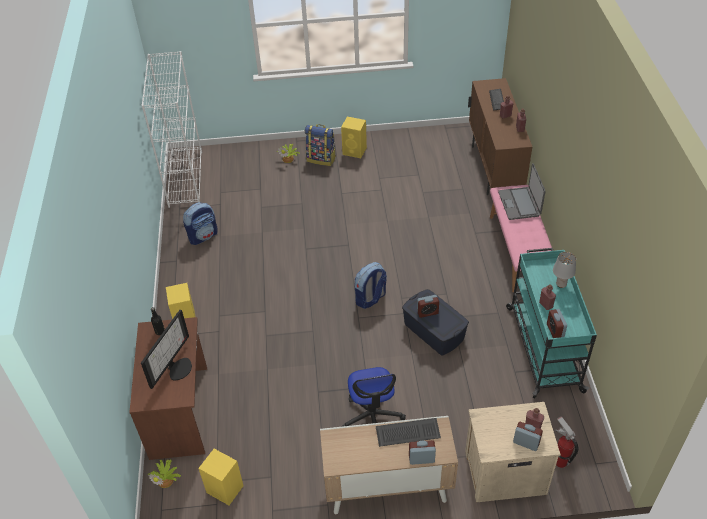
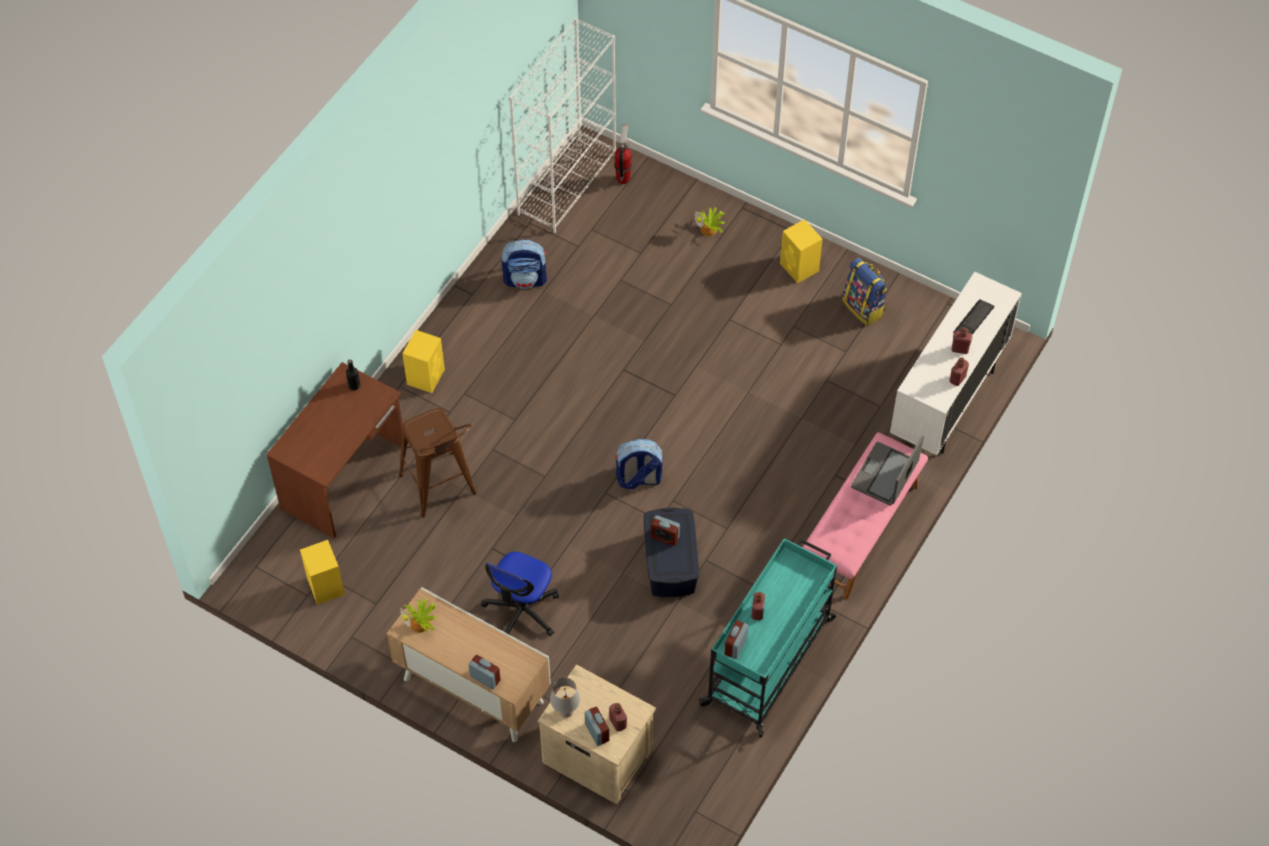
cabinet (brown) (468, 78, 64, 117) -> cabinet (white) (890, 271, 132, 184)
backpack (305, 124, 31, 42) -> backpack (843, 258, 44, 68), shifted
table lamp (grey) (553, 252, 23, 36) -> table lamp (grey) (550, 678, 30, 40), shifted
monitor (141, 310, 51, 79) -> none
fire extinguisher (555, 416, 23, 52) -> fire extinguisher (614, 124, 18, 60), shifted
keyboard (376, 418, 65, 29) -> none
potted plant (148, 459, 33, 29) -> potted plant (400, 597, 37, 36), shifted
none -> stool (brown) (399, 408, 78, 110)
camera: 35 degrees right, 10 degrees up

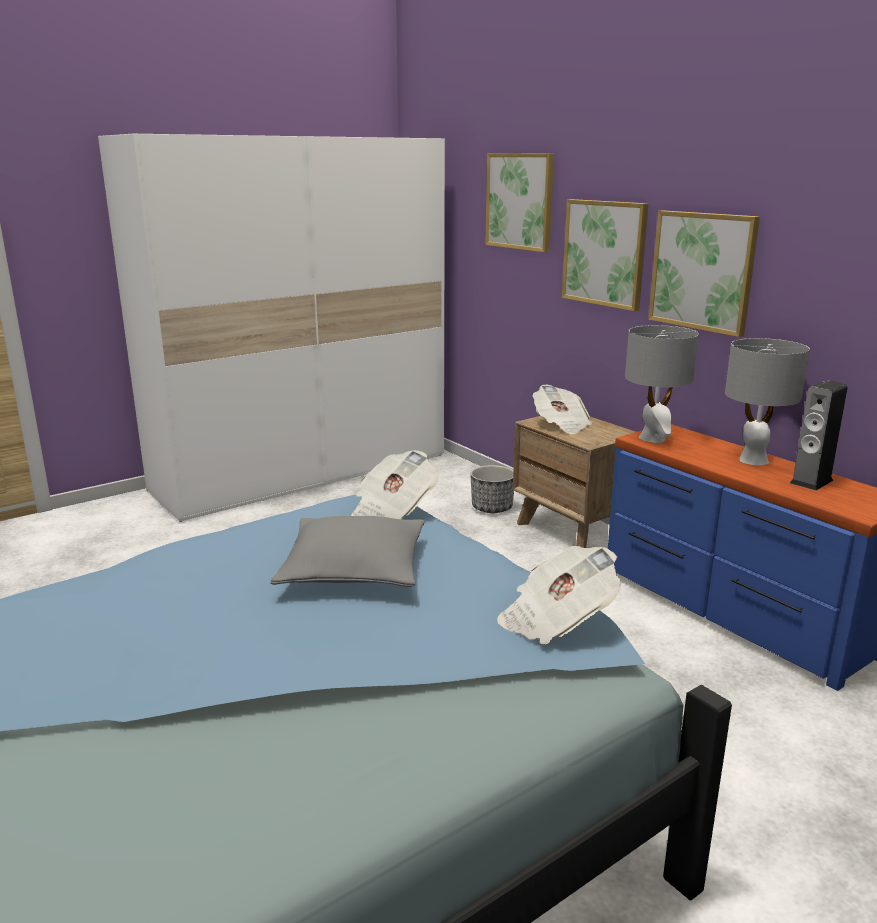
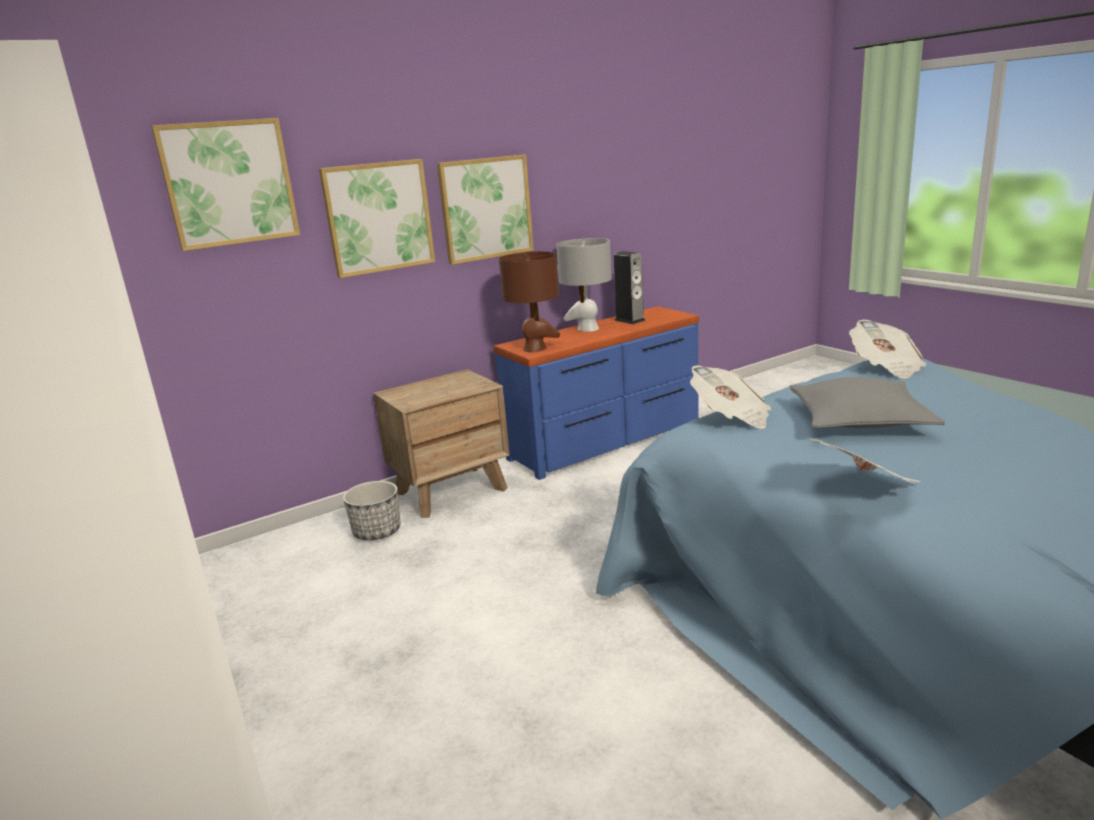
table lamp (grey) (625, 325, 74, 118) -> table lamp (brown) (499, 251, 61, 102)
newspaper (533, 385, 59, 50) -> newspaper (810, 439, 110, 45), shifted
camera: 85 degrees left, 0 degrees up

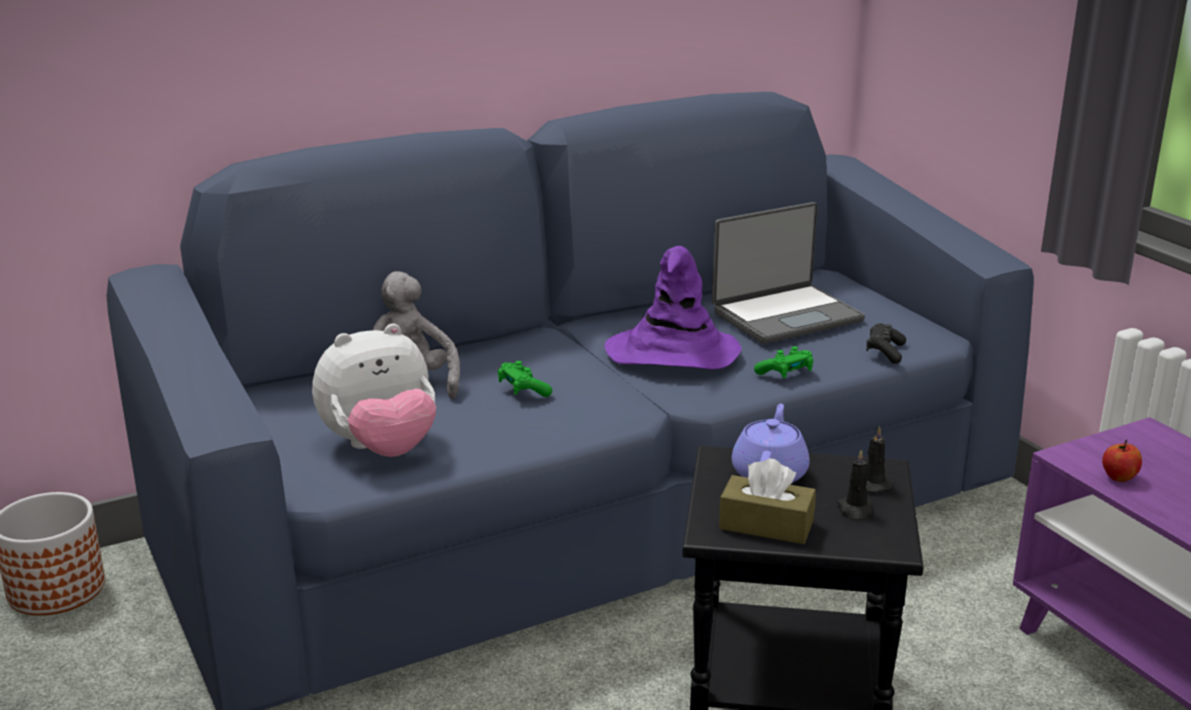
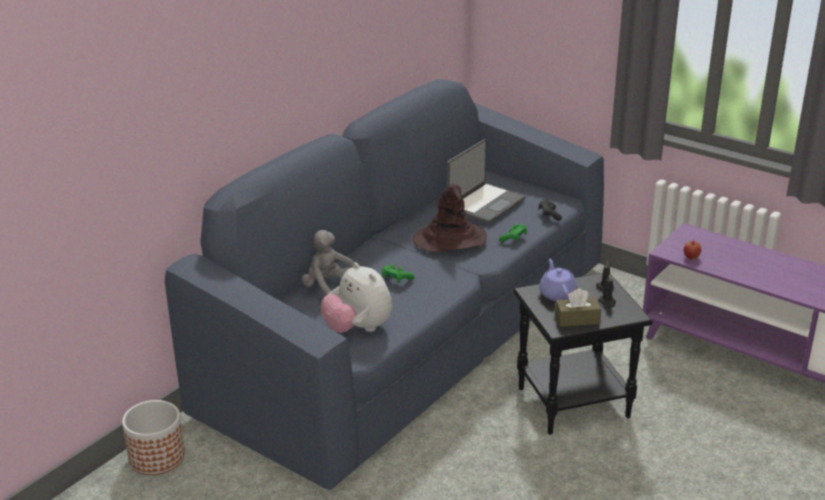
hat (purple) (604, 246, 138, 124) -> hat (brown) (413, 184, 74, 69)
plush toy (312, 324, 124, 133) -> plush toy (321, 262, 71, 71), 105 degrees clockwise
camera: 25 degrees left, 5 degrees up

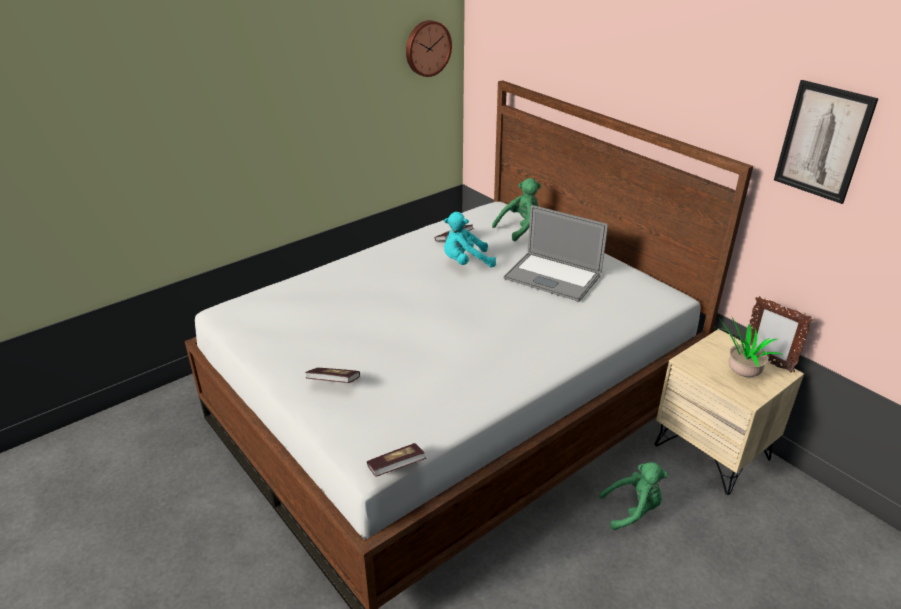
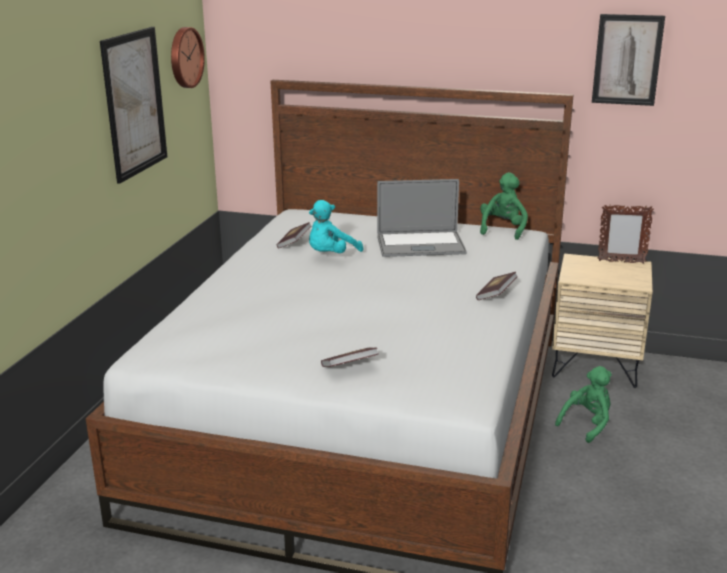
plush toy (green) (492, 178, 49, 63) -> plush toy (green) (480, 172, 48, 68), shifted
potted plant (717, 317, 65, 60) -> none
book (367, 443, 59, 34) -> book (476, 272, 42, 28), shifted
none -> picture (100, 27, 67, 157)
camera: 35 degrees left, 10 degrees down

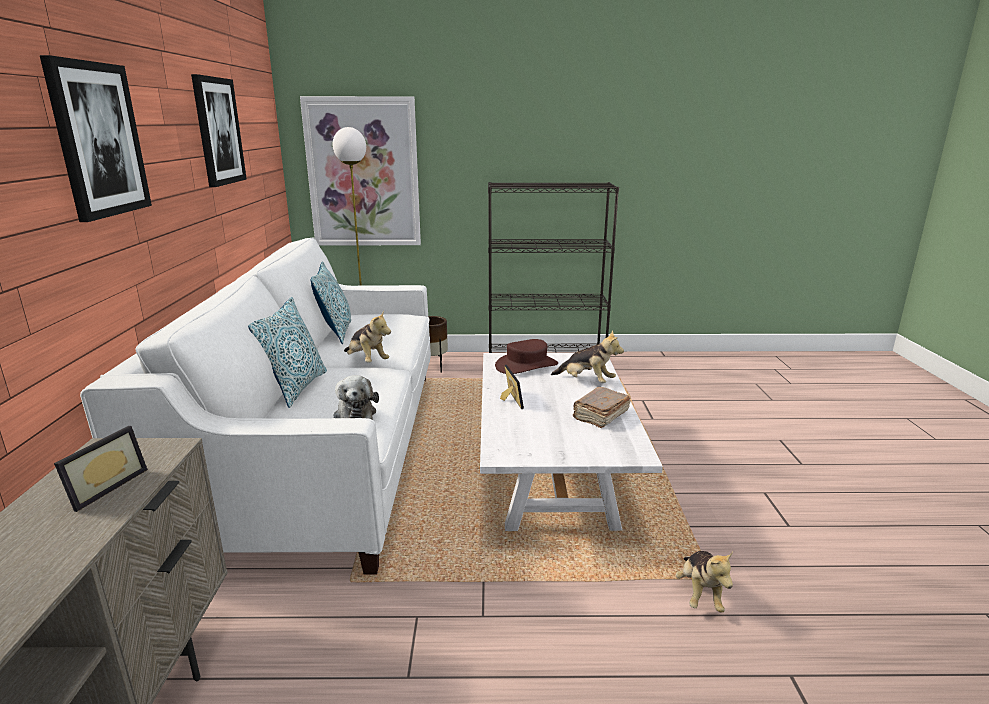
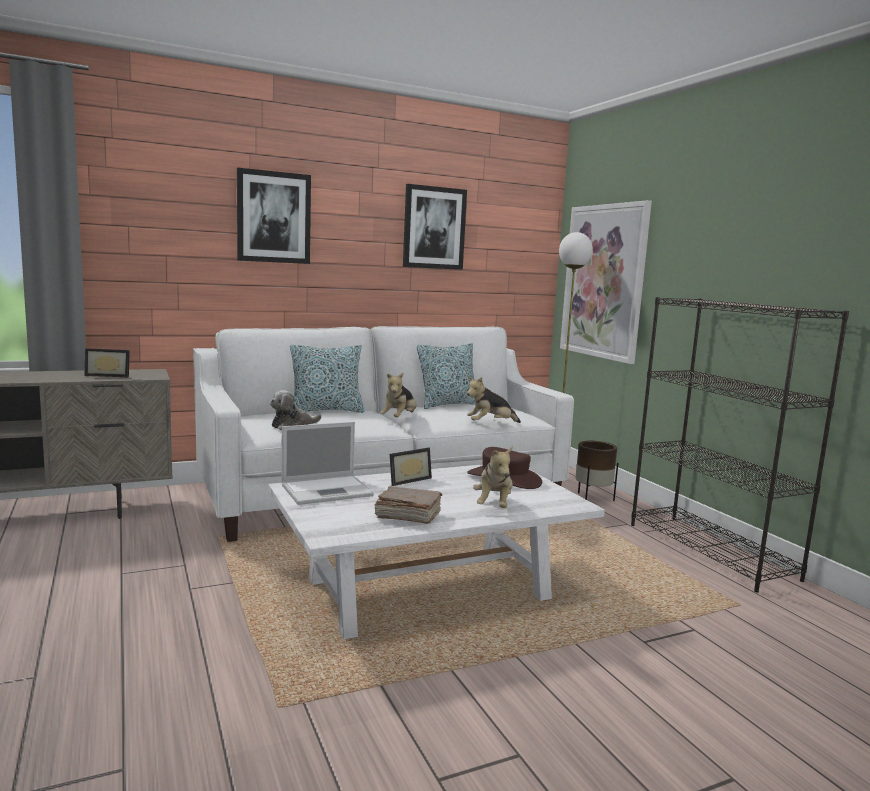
plush toy (676, 551, 57, 62) -> plush toy (467, 377, 54, 46), shifted
none -> laptop (281, 422, 93, 83)
camera: 65 degrees right, 10 degrees down

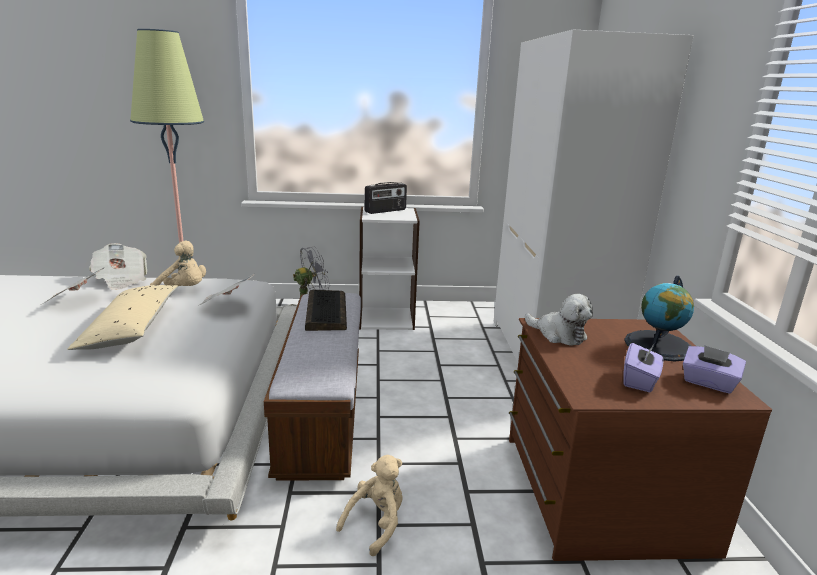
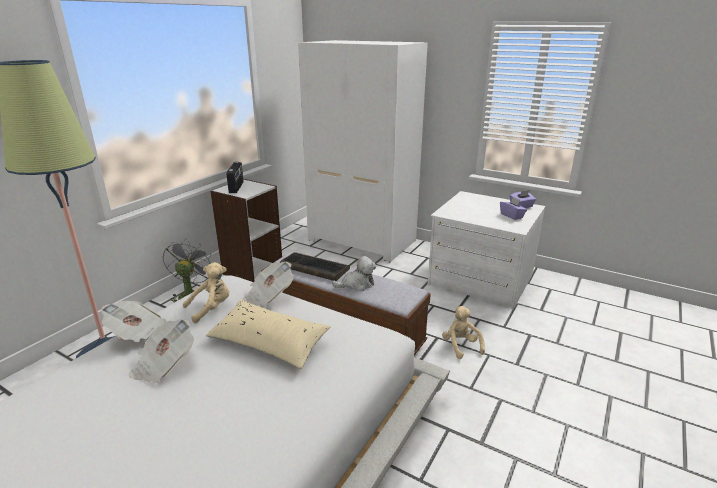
globe (624, 276, 70, 86) -> none
plush toy (525, 294, 68, 52) -> plush toy (332, 256, 44, 35), shifted
dresser (brown) (509, 318, 263, 243) -> dresser (white) (428, 191, 117, 118)
camera: 55 degrees left, 5 degrees up

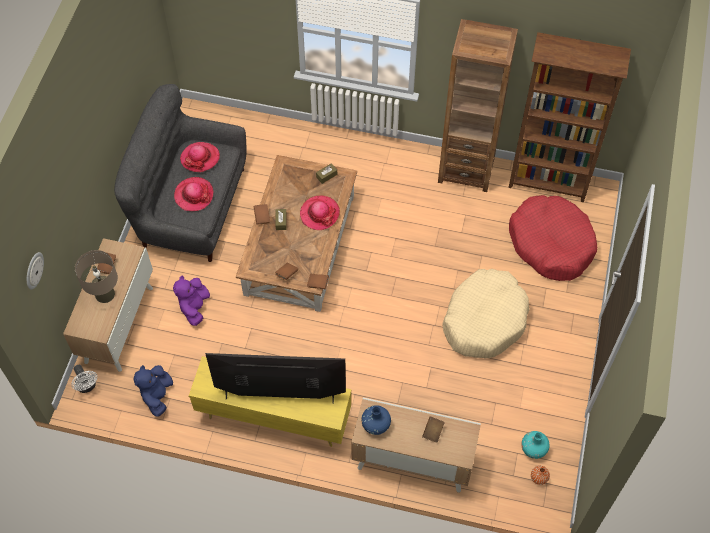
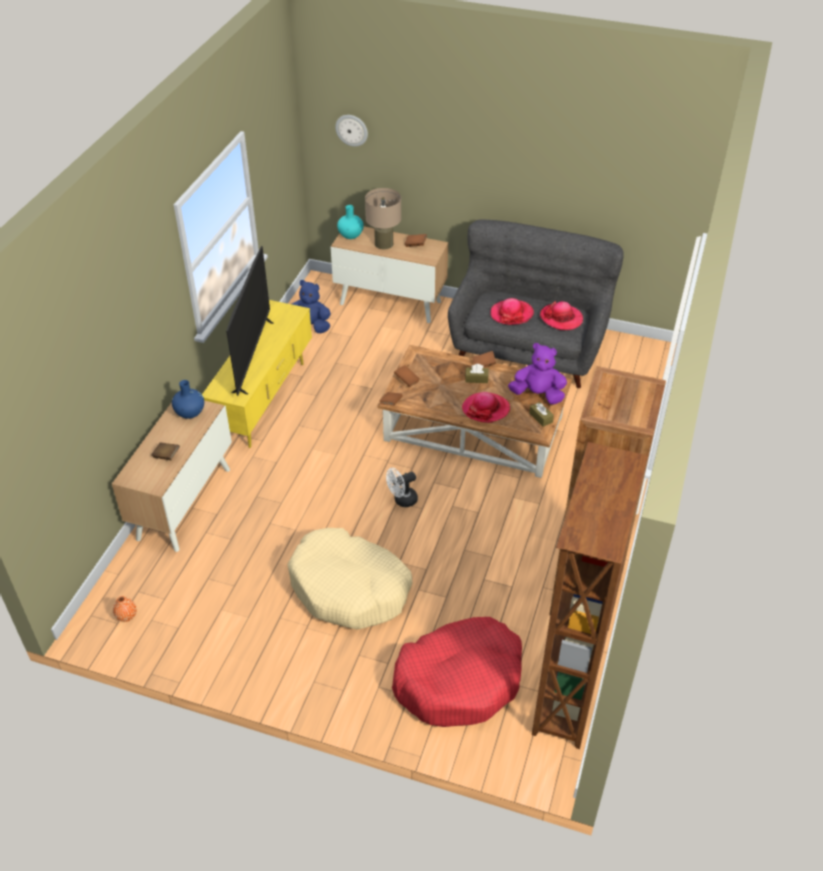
plush toy (purple) (173, 275, 37, 51) -> plush toy (purple) (508, 343, 59, 61), shifted
fan (white) (71, 365, 26, 28) -> fan (white) (386, 468, 32, 39), shifted
vase (turquoise) (521, 431, 29, 28) -> vase (turquoise) (337, 205, 27, 34), shifted
camera: 95 degrees right, 15 degrees down

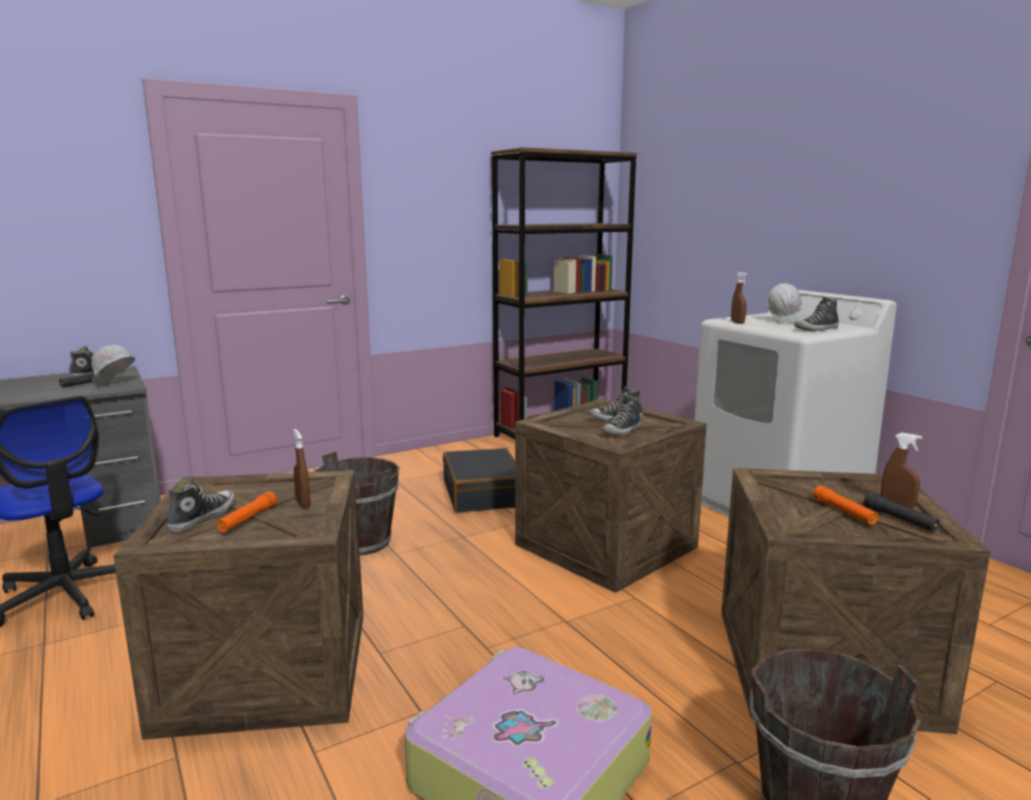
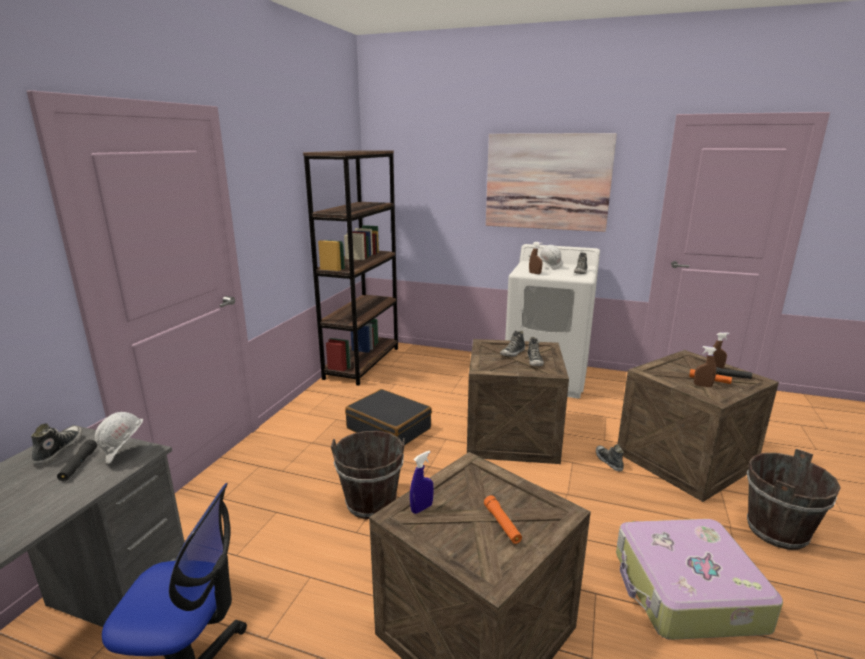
spray bottle (brown) (293, 429, 18, 79) -> spray bottle (brown) (694, 346, 23, 41), shifted
shoe (167, 477, 68, 55) -> shoe (596, 444, 28, 27), shifted
none -> picture (486, 133, 131, 99)
none -> spray bottle (blue) (410, 451, 24, 63)
camera: 40 degrees left, 5 degrees up

